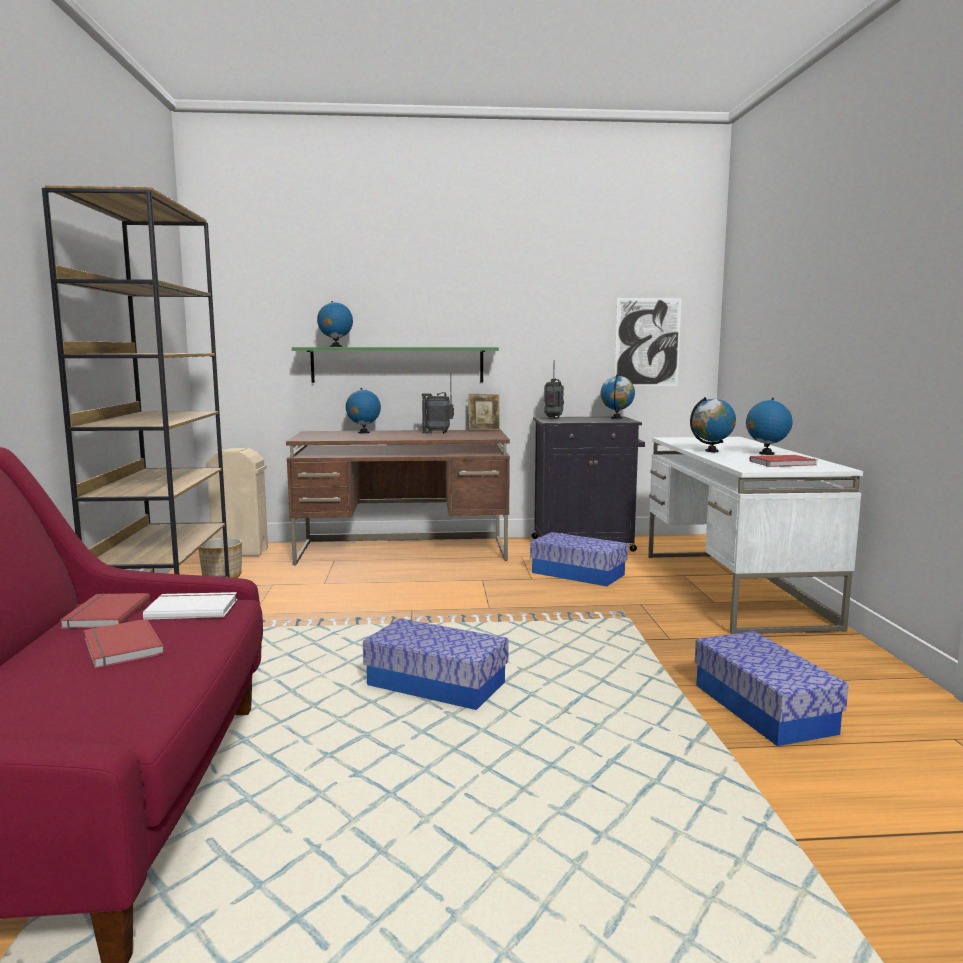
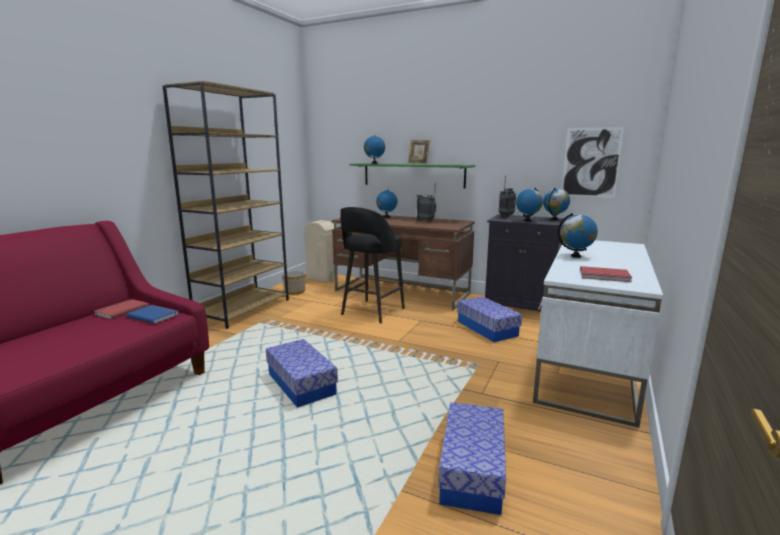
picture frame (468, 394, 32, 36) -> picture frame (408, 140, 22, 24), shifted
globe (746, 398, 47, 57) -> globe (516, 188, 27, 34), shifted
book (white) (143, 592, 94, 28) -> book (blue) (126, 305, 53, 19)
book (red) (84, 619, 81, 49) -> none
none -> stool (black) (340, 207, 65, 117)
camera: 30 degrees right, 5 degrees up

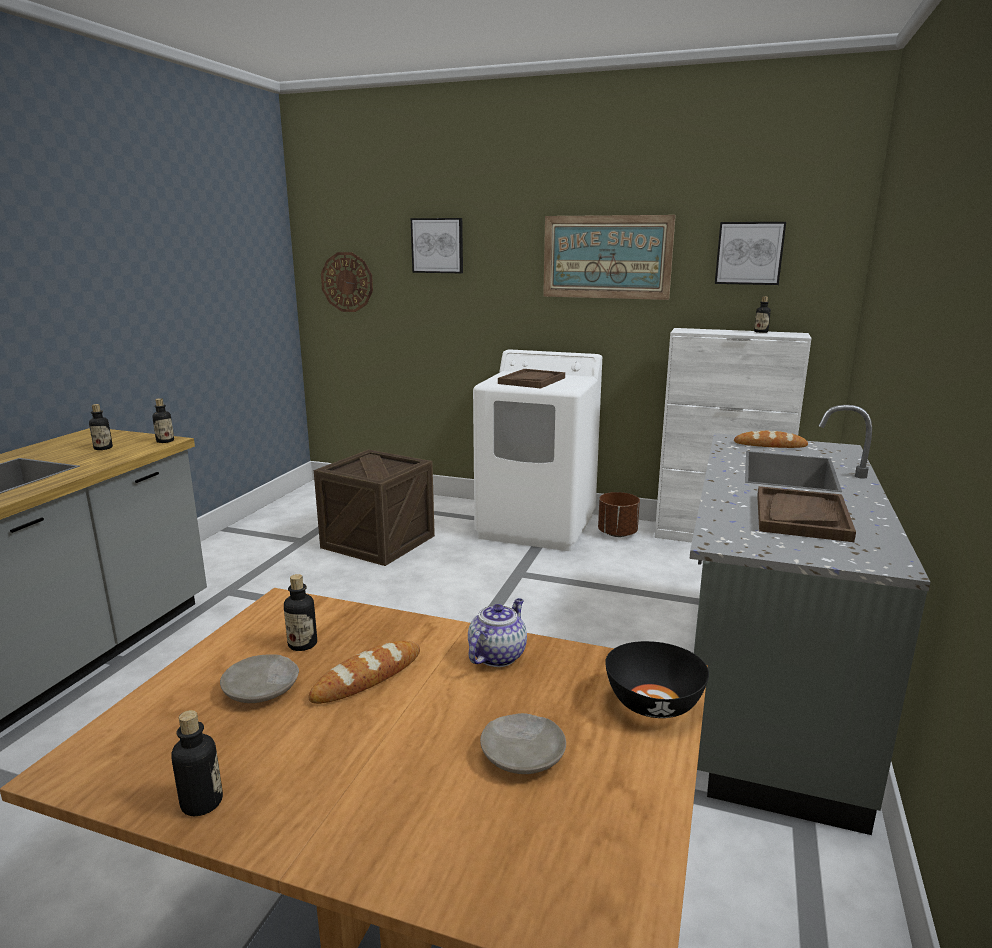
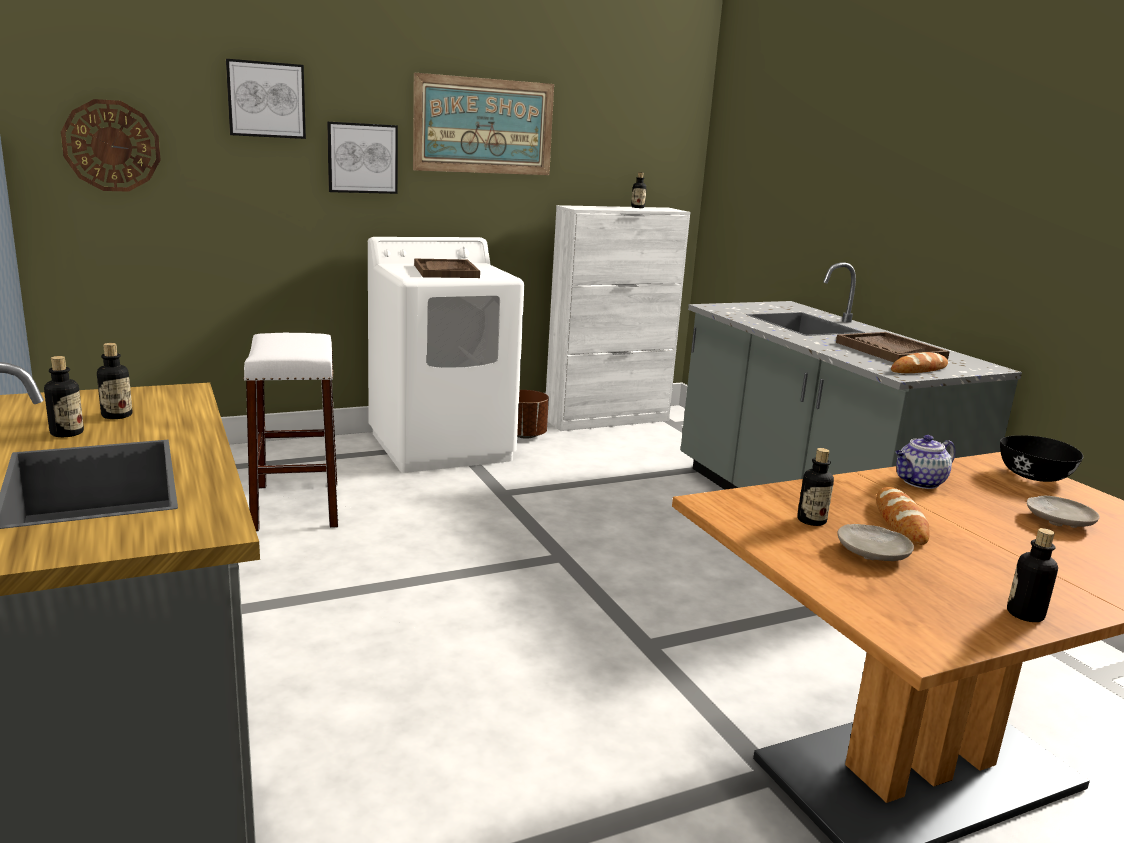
picture (715, 222, 71, 63) -> picture (327, 121, 71, 73), shifted
bottle (152, 398, 22, 45) -> bottle (44, 356, 40, 81), shifted
bread (734, 431, 74, 17) -> bread (891, 352, 57, 21), shifted
crate (314, 449, 121, 117) -> stool (white) (243, 333, 95, 199)
teapot (468, 598, 59, 69) -> teapot (895, 435, 60, 54), 105 degrees counterclockwise
camera: 45 degrees left, 0 degrees up

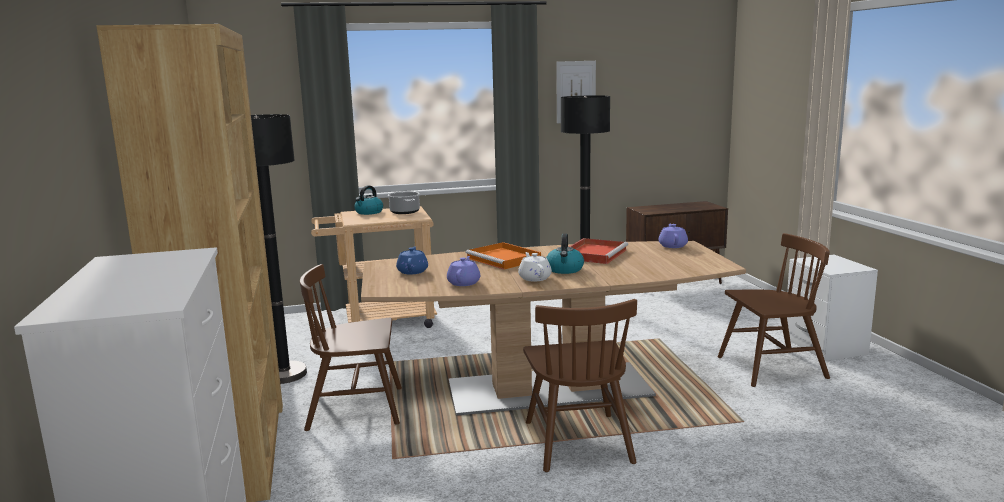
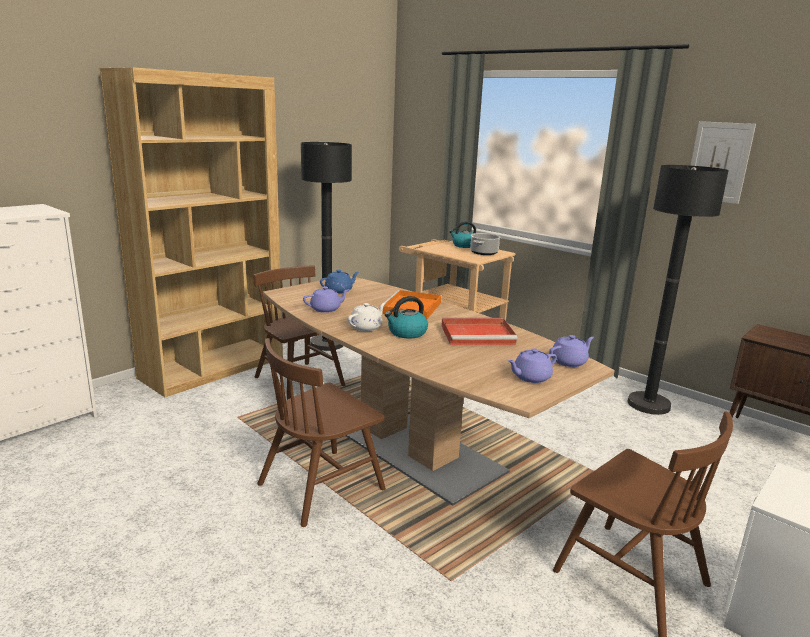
none -> teapot (purple) (508, 349, 49, 34)
camera: 55 degrees right, 5 degrees up

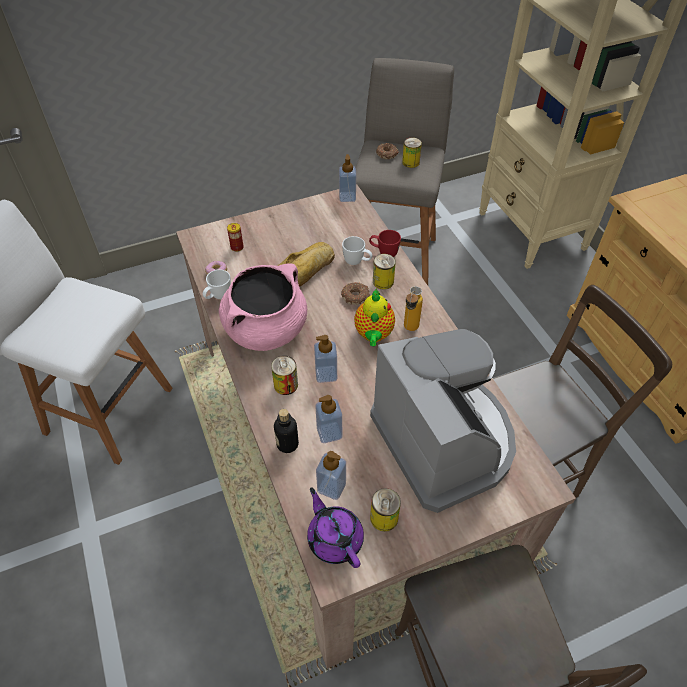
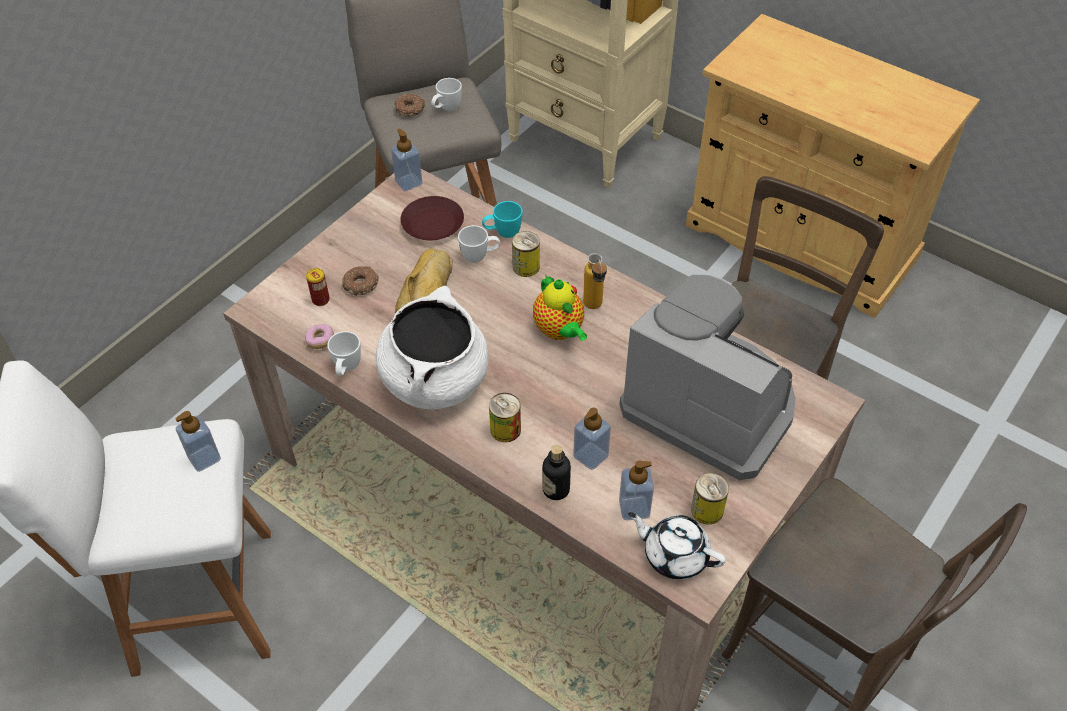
can (402, 138, 20, 30) -> mug (white) (431, 78, 31, 33)
mug (red) (369, 230, 32, 27) -> mug (turquoise) (482, 201, 40, 37)
cooking pot (pink) (219, 264, 88, 87) -> cooking pot (white) (376, 286, 113, 123)
donut (341, 283, 29, 22) -> donut (342, 266, 37, 30), shifted
soap dispenser (314, 335, 23, 48) -> soap dispenser (175, 411, 46, 61), shifted
teapot (purple) (307, 487, 57, 81) -> teapot (white) (628, 512, 98, 68)
none -> plate (brown) (400, 196, 64, 44)
camera: 30 degrees left, 0 degrees up

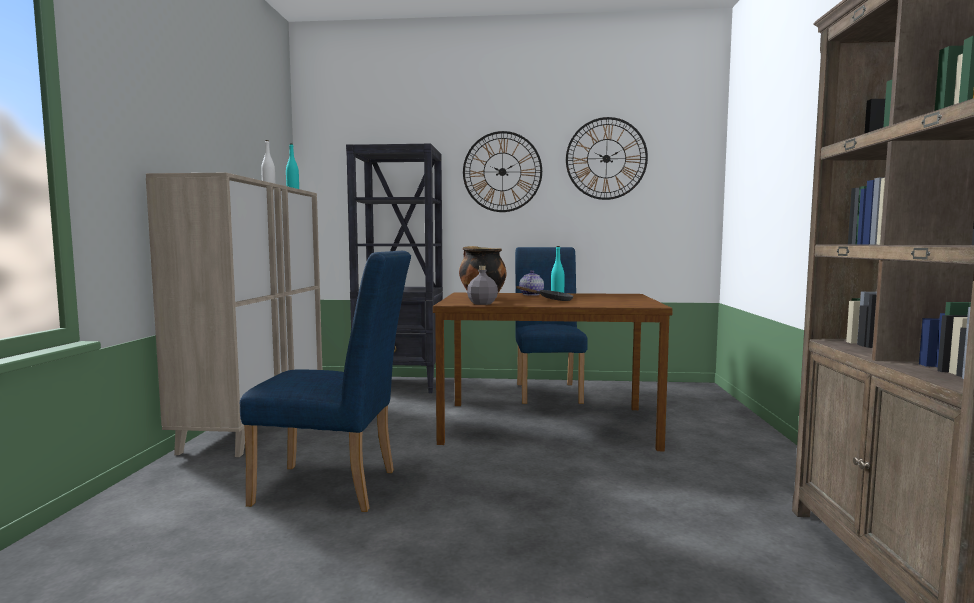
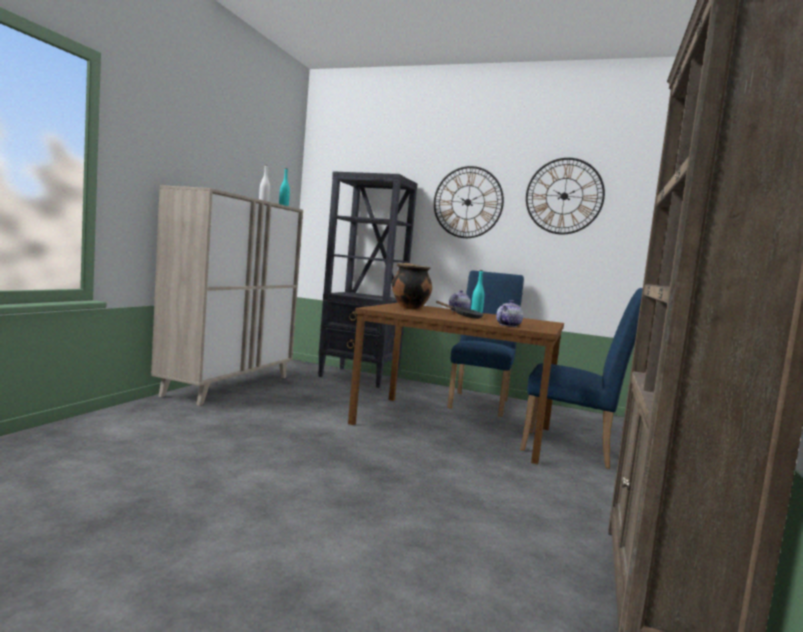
chair (blue) (240, 251, 171, 261) -> chair (blue) (520, 288, 123, 181), shifted
bottle (grey) (467, 266, 31, 39) -> none
none -> teapot (496, 300, 27, 27)
camera: 15 degrees right, 0 degrees up

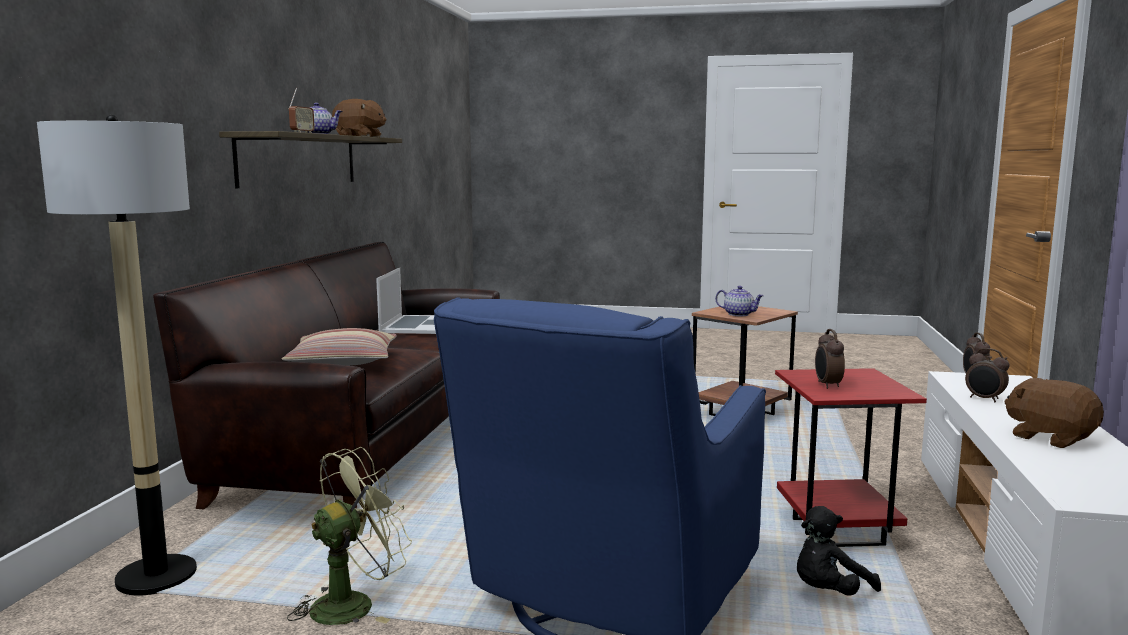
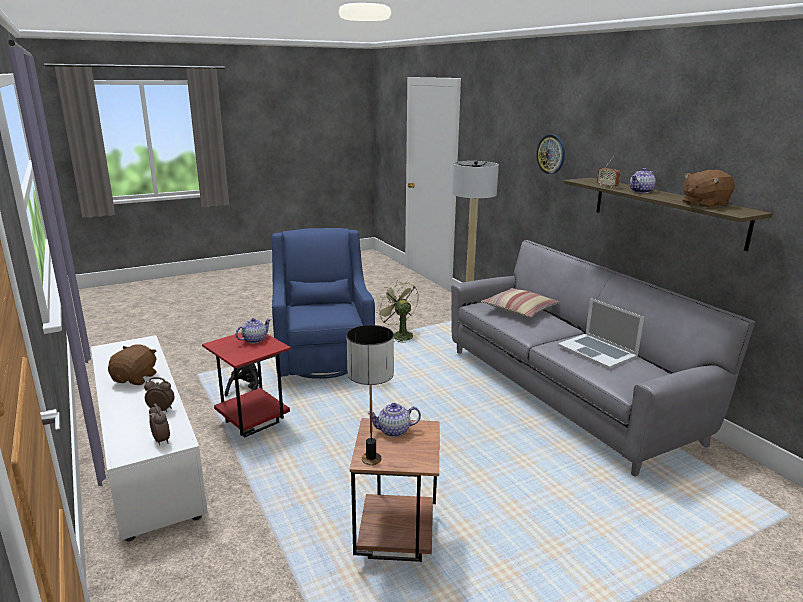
sofa (brown) (153, 242, 347, 268) -> sofa (grey) (451, 240, 304, 237)
alarm clock (815, 329, 30, 60) -> teapot (236, 318, 35, 25)
plush toy (brown) (1004, 378, 100, 70) -> plush toy (brown) (108, 344, 49, 41), 90 degrees counterclockwise
fan (green) (287, 447, 125, 178) -> fan (green) (376, 280, 42, 63), 135 degrees clockwise
none -> wall clock (536, 134, 29, 40)
none -> table lamp (346, 325, 48, 140)
camera: 140 degrees right, 10 degrees up

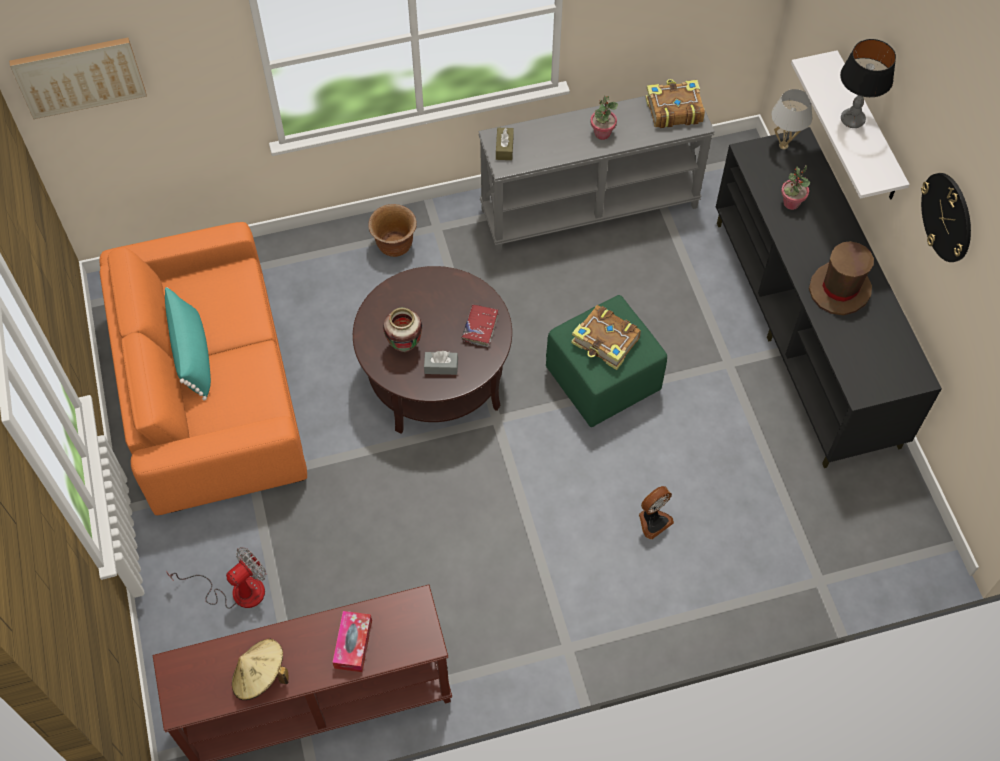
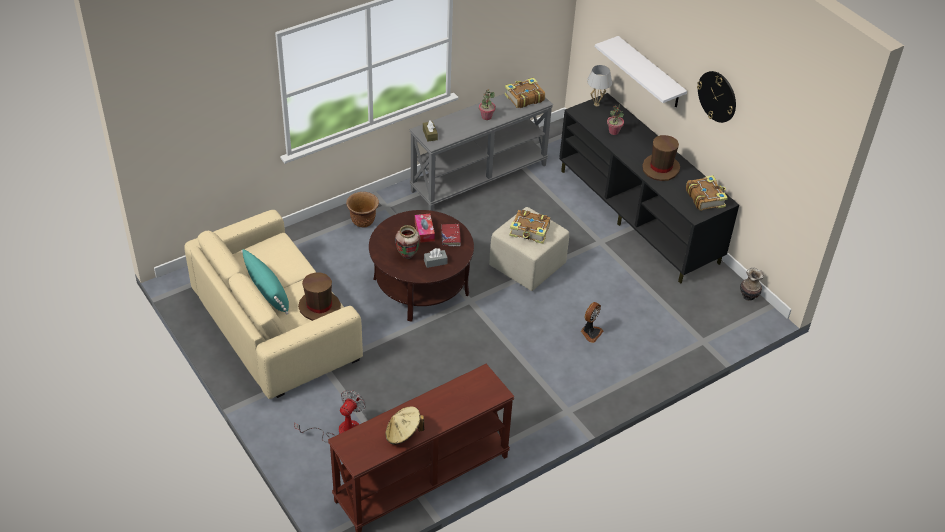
picture (9, 38, 138, 81) -> none
table lamp (840, 39, 56, 89) -> none
sofa (orange) (99, 222, 208, 293) -> sofa (beige) (184, 210, 179, 189)
ottoman (green) (546, 295, 121, 132) -> ottoman (beige) (489, 207, 80, 84)
tissue box (332, 611, 40, 61) -> tissue box (415, 214, 20, 29), shifted
none -> book (686, 175, 42, 36)
none -> vase (740, 268, 24, 33)
none -> hat (brown) (298, 272, 43, 49)
camera: 20 degrees left, 15 degrees down

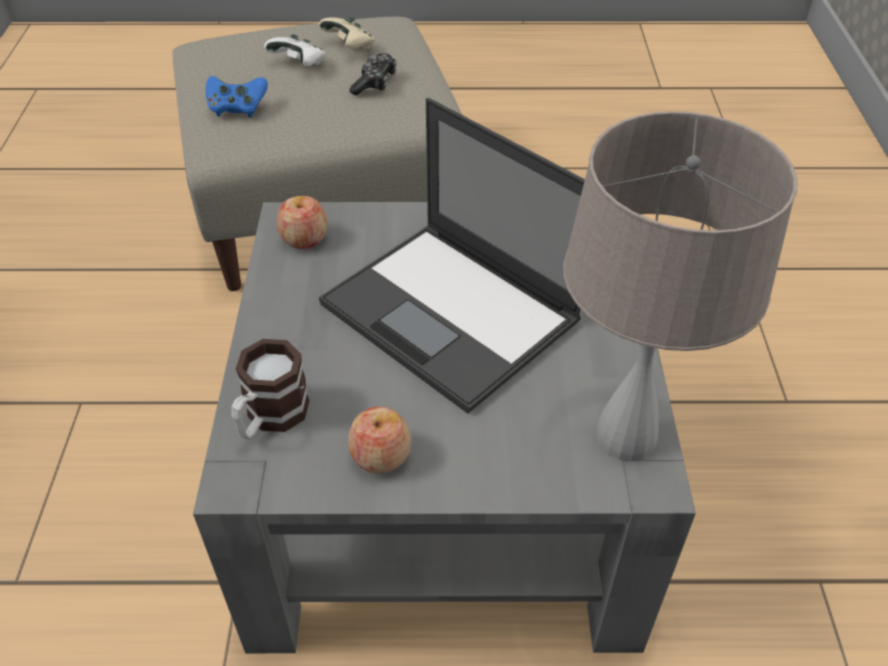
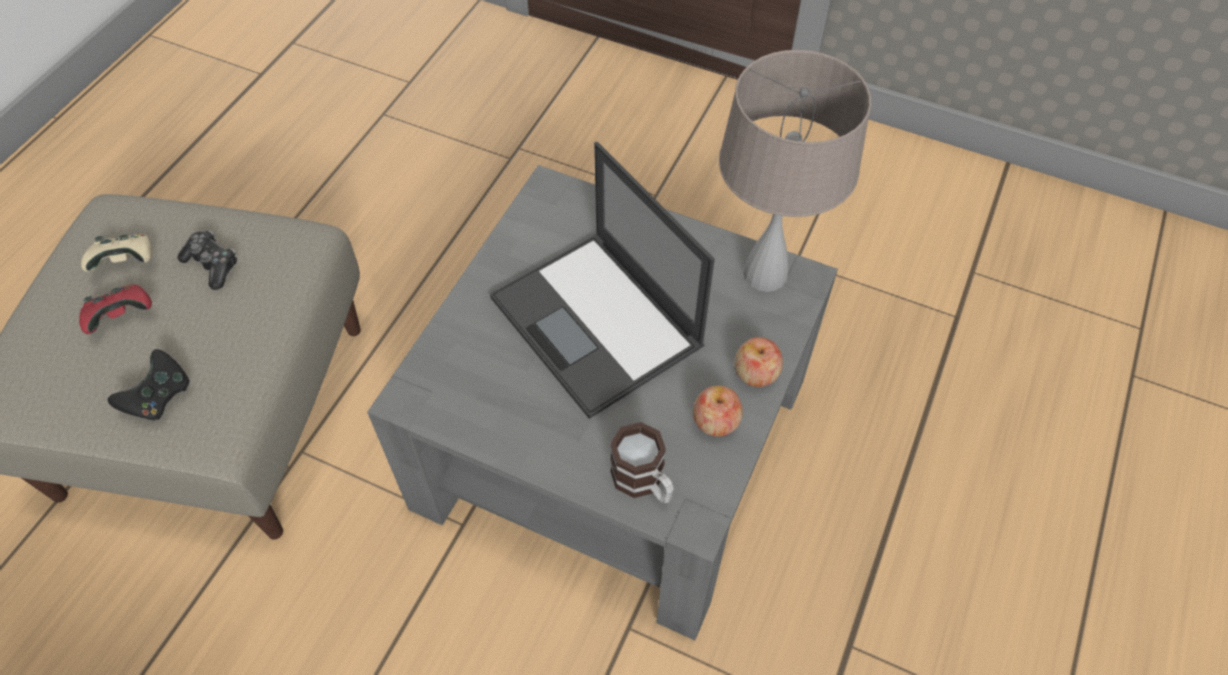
game controller (white) (264, 34, 62, 32) -> game controller (red) (79, 284, 73, 50)
game controller (blue) (206, 76, 62, 41) -> game controller (black) (108, 349, 82, 71)
laptop (319, 98, 266, 316) -> laptop (490, 142, 225, 277), 75 degrees clockwise
apple (277, 196, 50, 53) -> apple (734, 337, 49, 50), shifted
camera: 65 degrees left, 10 degrees up

